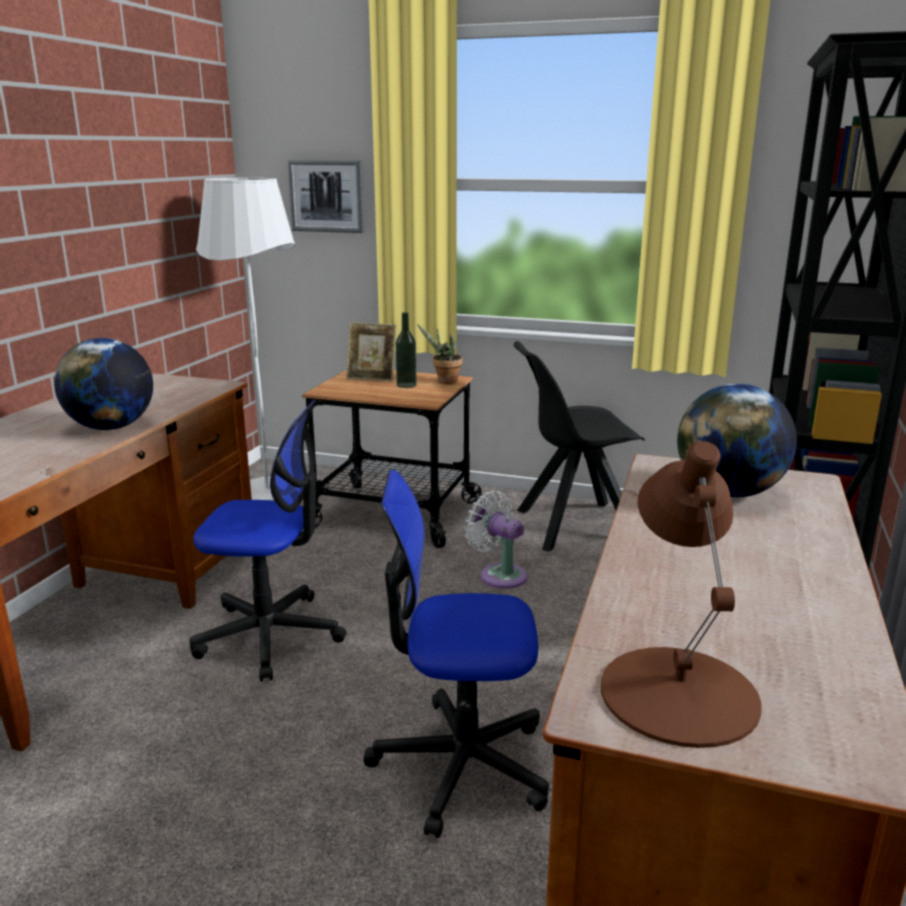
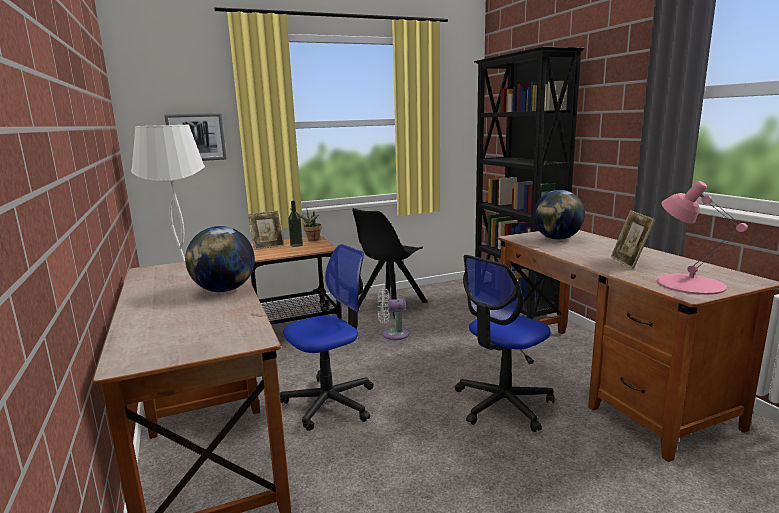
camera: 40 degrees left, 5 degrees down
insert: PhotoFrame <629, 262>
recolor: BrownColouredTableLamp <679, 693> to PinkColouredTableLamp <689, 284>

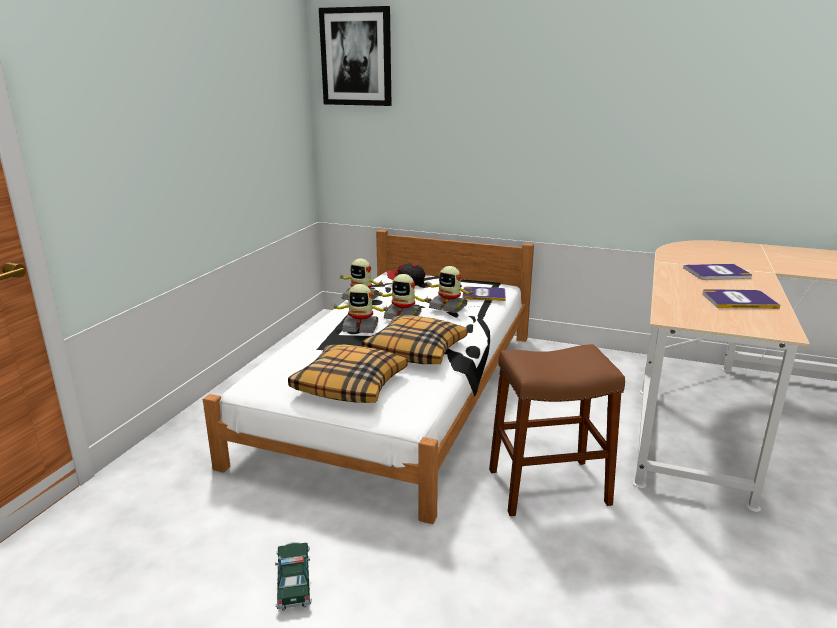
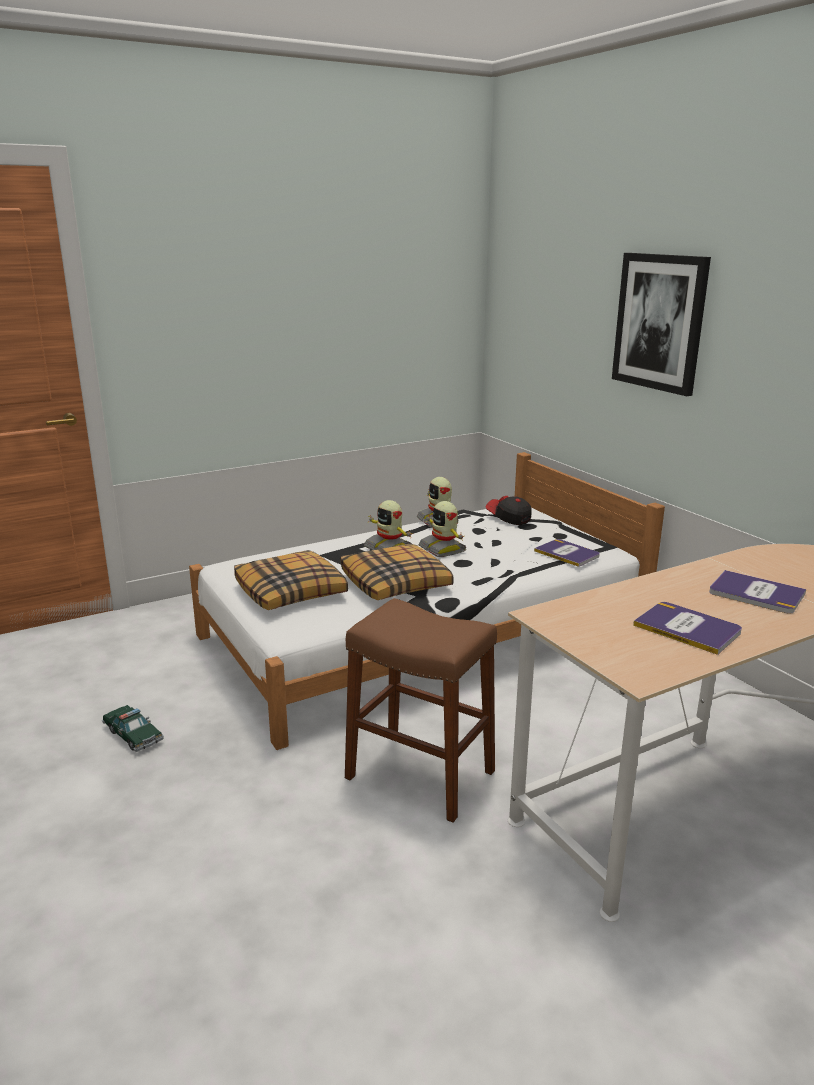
camera: 40 degrees right, 0 degrees up
delete: ModelRobot <448, 307>
move: Picture <356, 57> to <660, 322>
rotate: ModelCar <294, 581> = <133, 735> 105 degrees clockwise

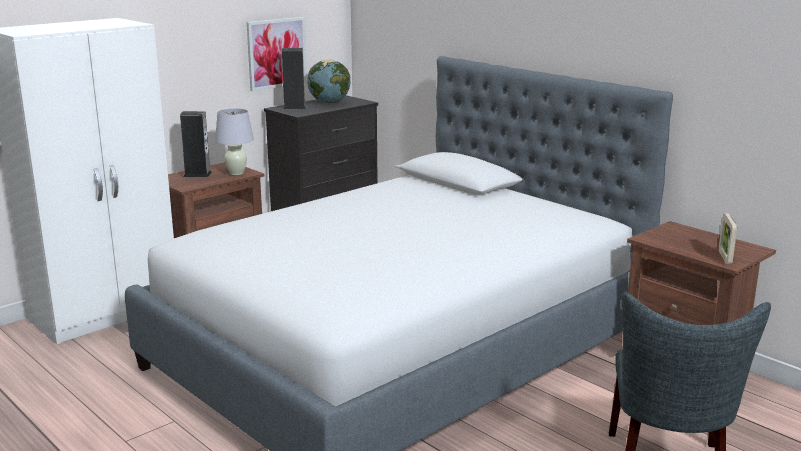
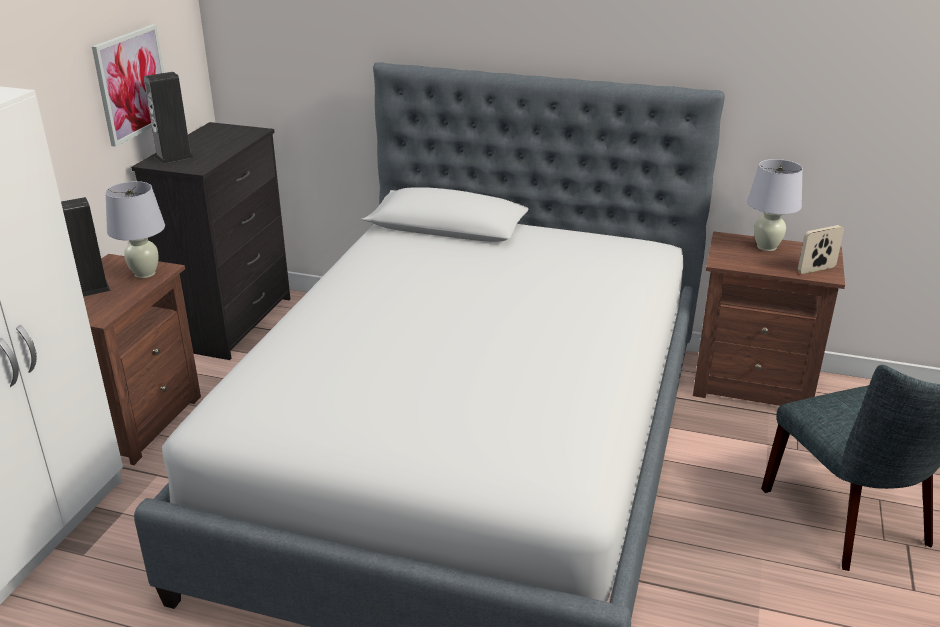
camera: 30 degrees left, 10 degrees up
delete: DeskGlobe <329, 102>
insert: WhiteTableLamp <766, 247>
rotate: PhotoFrame <725, 258> = <816, 269> 90 degrees clockwise

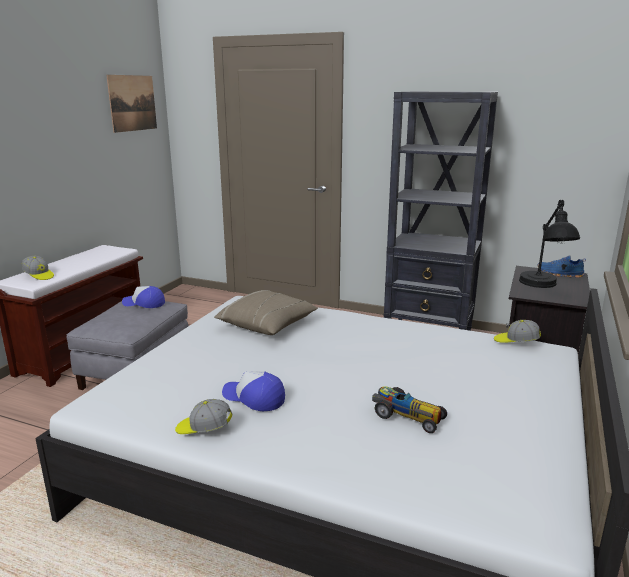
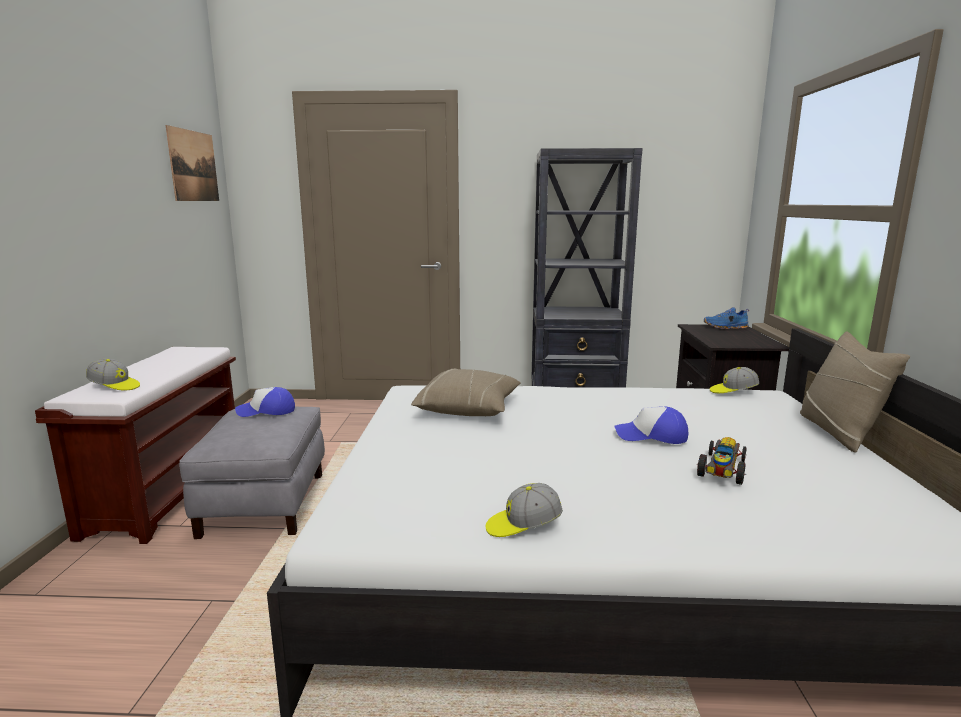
camera: 20 degrees left, 5 degrees down
delete: BlackColouredTableLamp <543, 287>
insert: BeigeCushion <839, 432>
move: BaseballCap <254, 398> to <651, 436>
rotate: ModelCar <406, 416> = <722, 470> 75 degrees counterclockwise

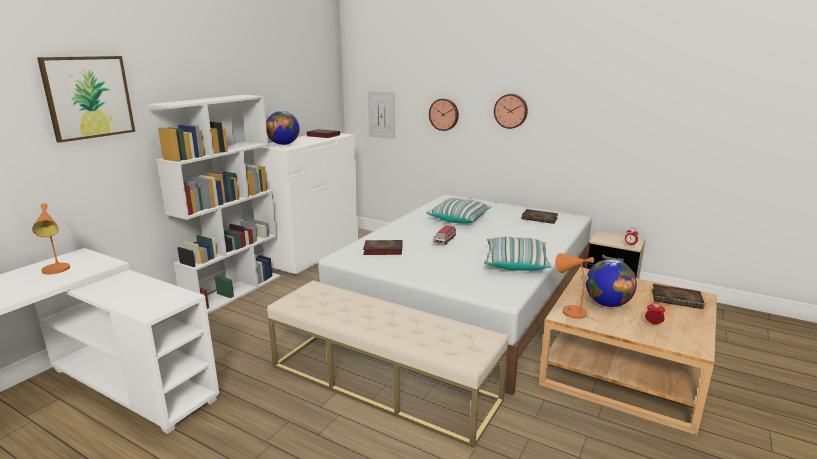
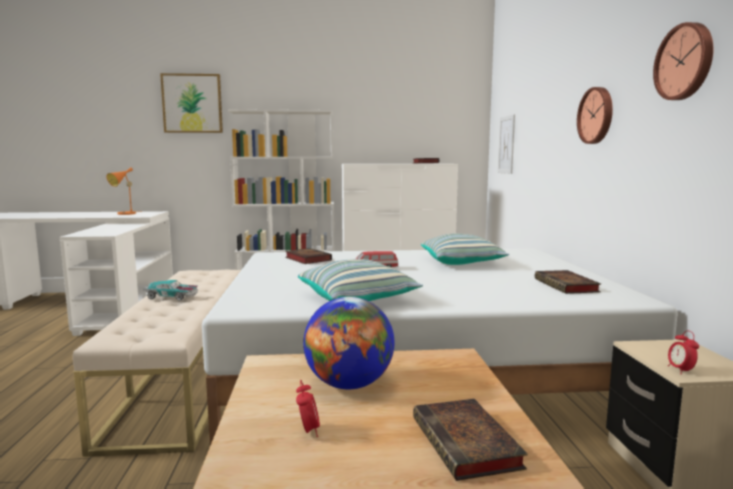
camera: 55 degrees right, 10 degrees down
delete: DeskGlobe <283, 144>; OrangeyTableLamp <570, 311>
insert: ModelCar <172, 297>
move: ClockOnTheWall <444, 114> to <685, 62>

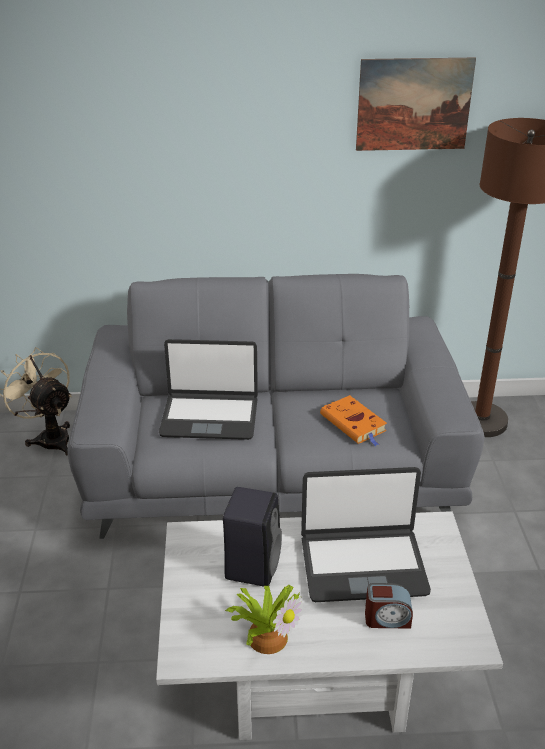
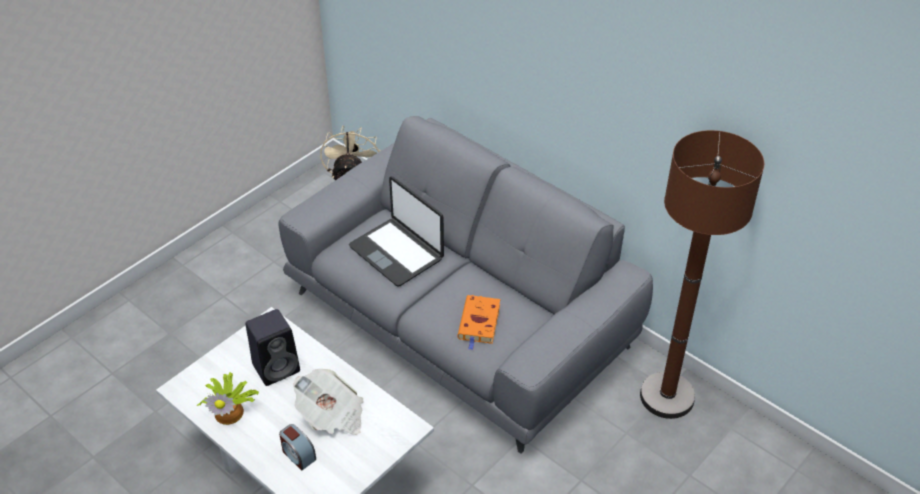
camera: 45 degrees right, 10 degrees up
delete: Picture <414, 104>
replace: NotebookComputer <363, 564> to Newspaper <332, 415>

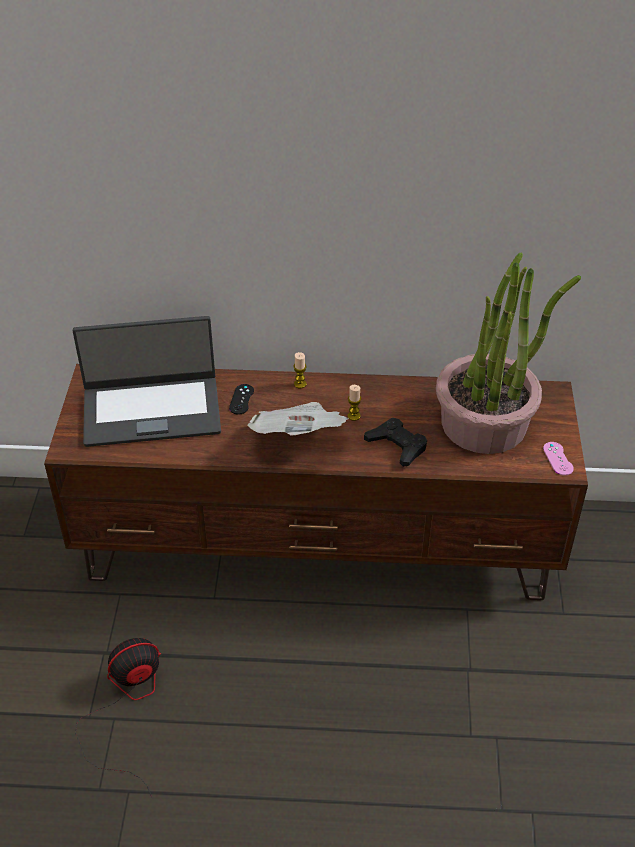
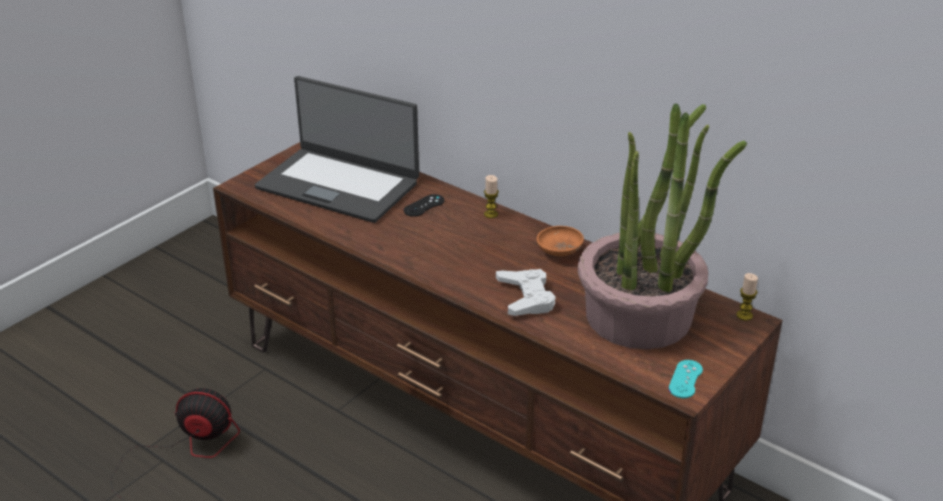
camera: 35 degrees right, 10 degrees down
delete: Newspaper <299, 438>
insert: OrangeyServingBowl <559, 252>
move: WaxLight <354, 416> to <744, 315>
recolor: BlackColouredGamepad <397, 445> to WhiteGamepad <526, 297>; PinkColouredGamepad <558, 458> to TurquoiseColouredGamepad <685, 379>

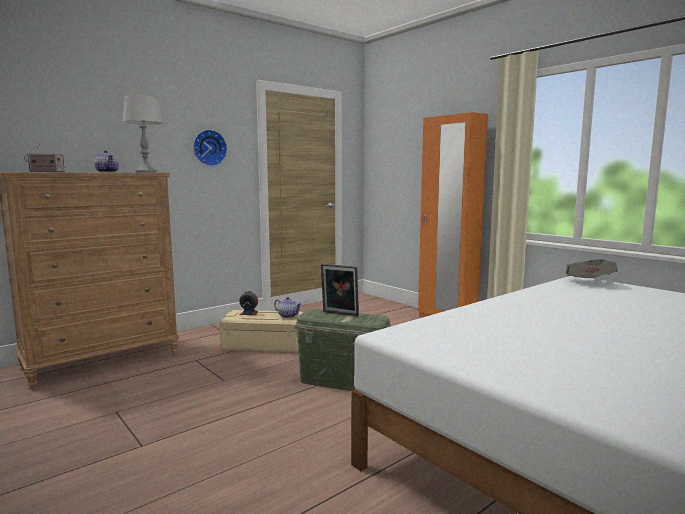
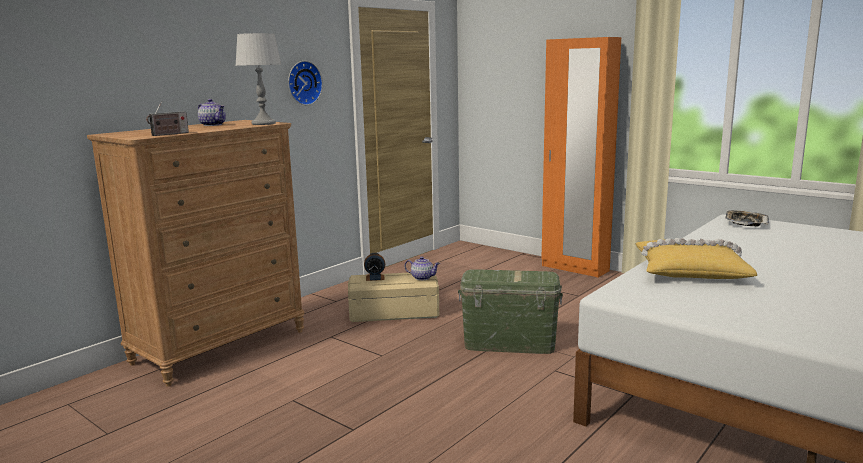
camera: 10 degrees left, 5 degrees up
delete: PhotoFrame <339, 314>
insert: YellowCushion <689, 270>
replace: Newspaper <589, 282> to CarryingTray <745, 222>

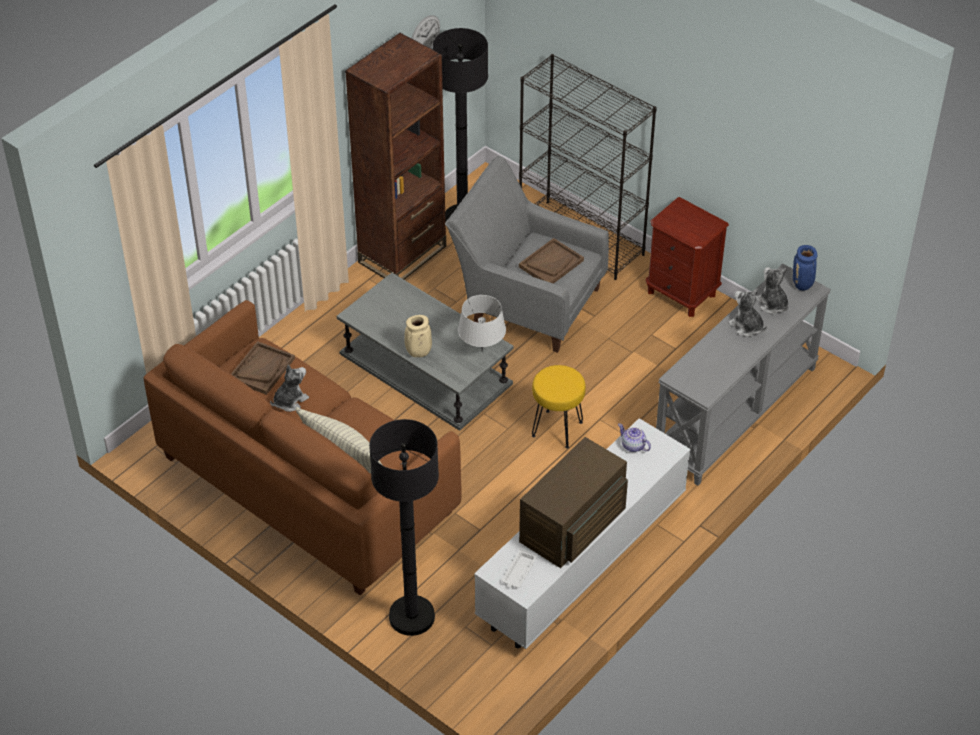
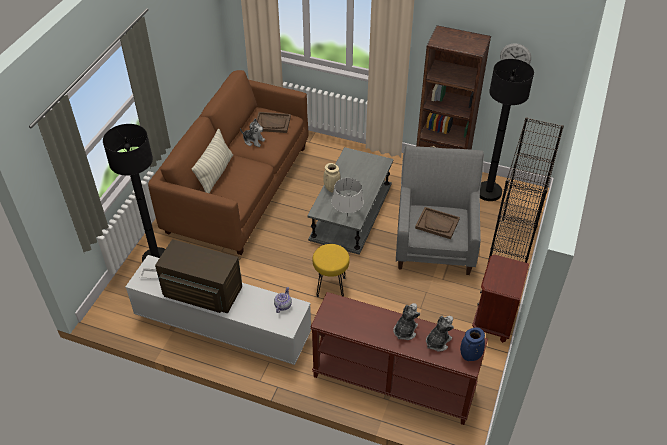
camera: 70 degrees right, 0 degrees up
recolor: GreyConsoleTable <736, 413> to BrownColouredConsoleTable <392, 384>

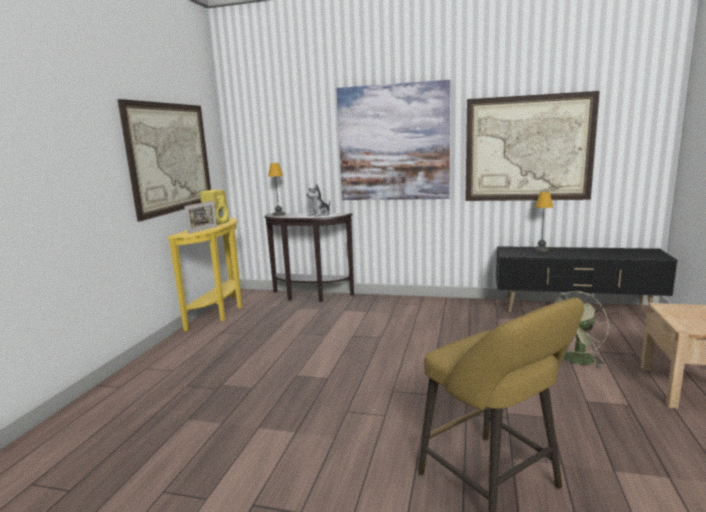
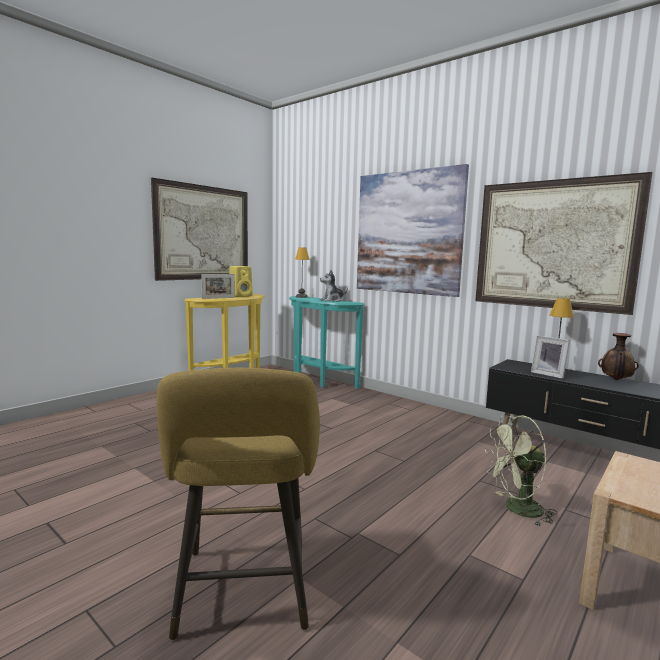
camera: 25 degrees right, 5 degrees down
insert: PhotoFrame <549, 374>; DecorativeVase <616, 379>
recolor: BrownColouredConsoleTable <310, 296> to TurquoiseColouredConsoleTable <318, 381>

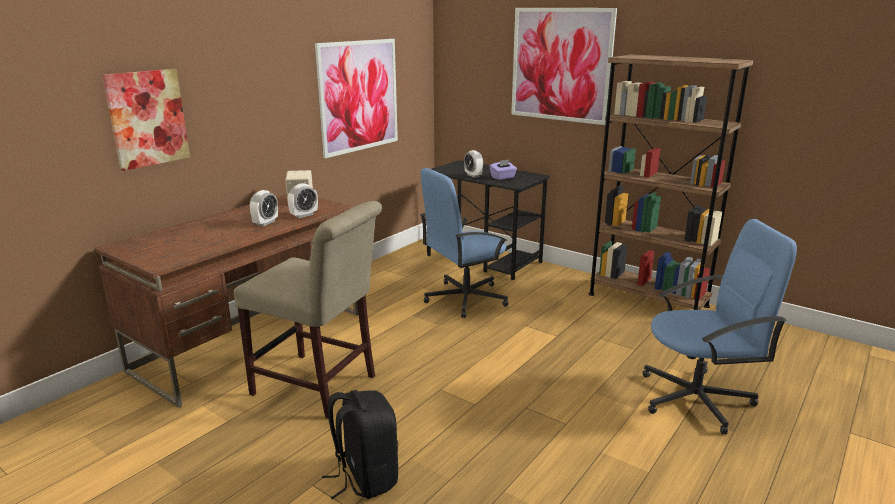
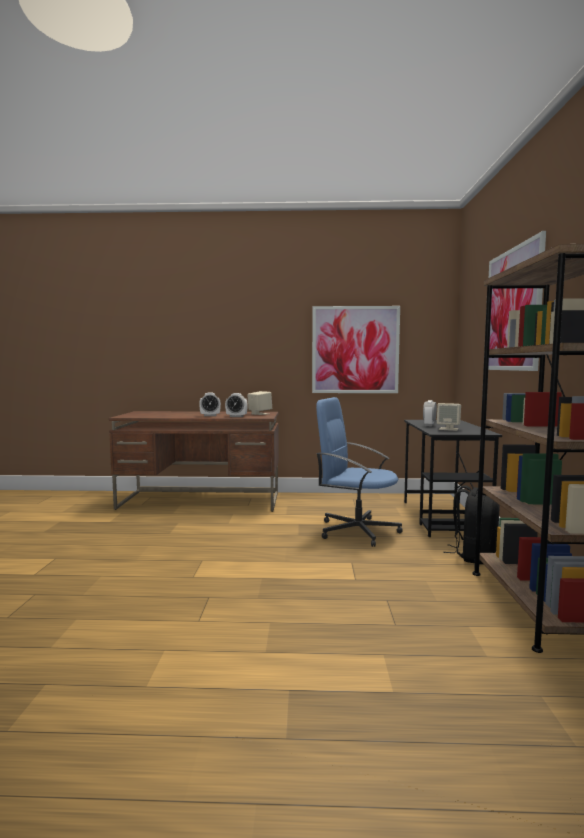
camera: 55 degrees right, 15 degrees down
delete: Picture <147, 118>; BeigeUprightChair <319, 387>; BlueColouredComputerChair <697, 399>
move: BlackColouredBackpack <365, 477> to <474, 556>
replace: PurplishTissueBox <503, 177> to BeigeSpeaker <448, 429>

